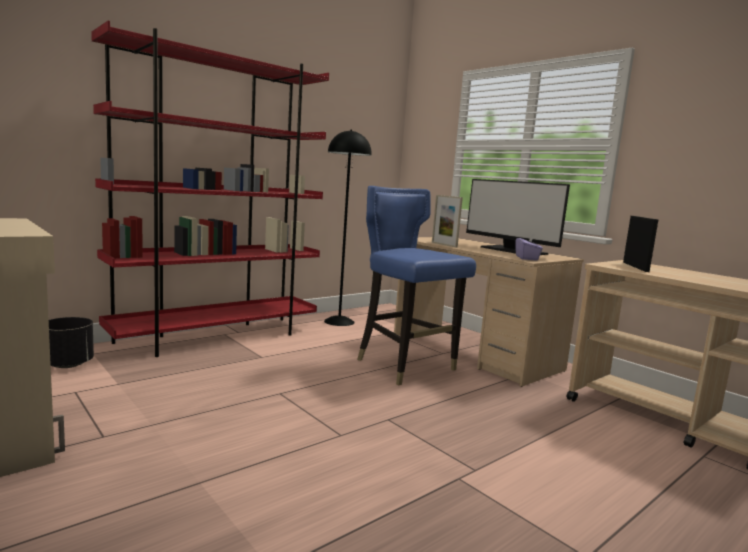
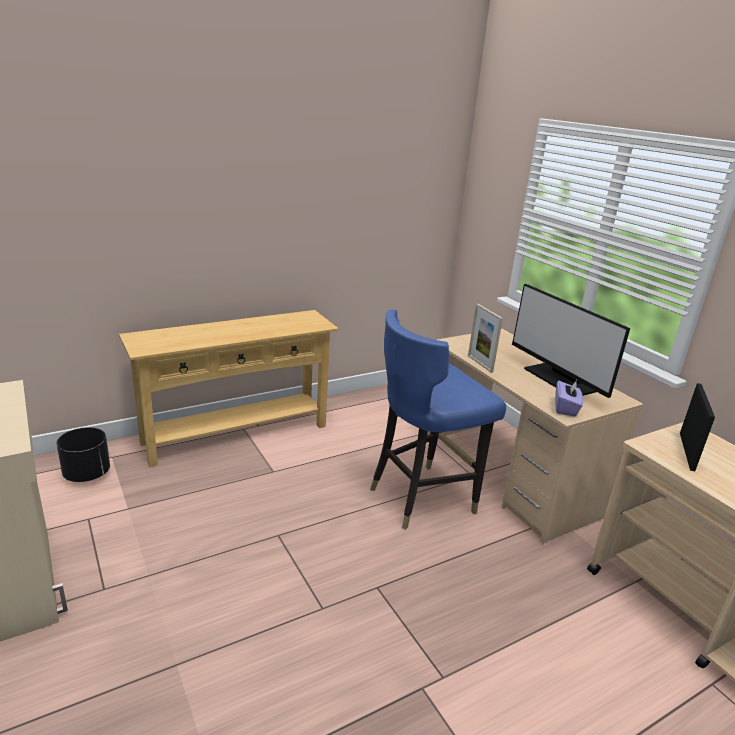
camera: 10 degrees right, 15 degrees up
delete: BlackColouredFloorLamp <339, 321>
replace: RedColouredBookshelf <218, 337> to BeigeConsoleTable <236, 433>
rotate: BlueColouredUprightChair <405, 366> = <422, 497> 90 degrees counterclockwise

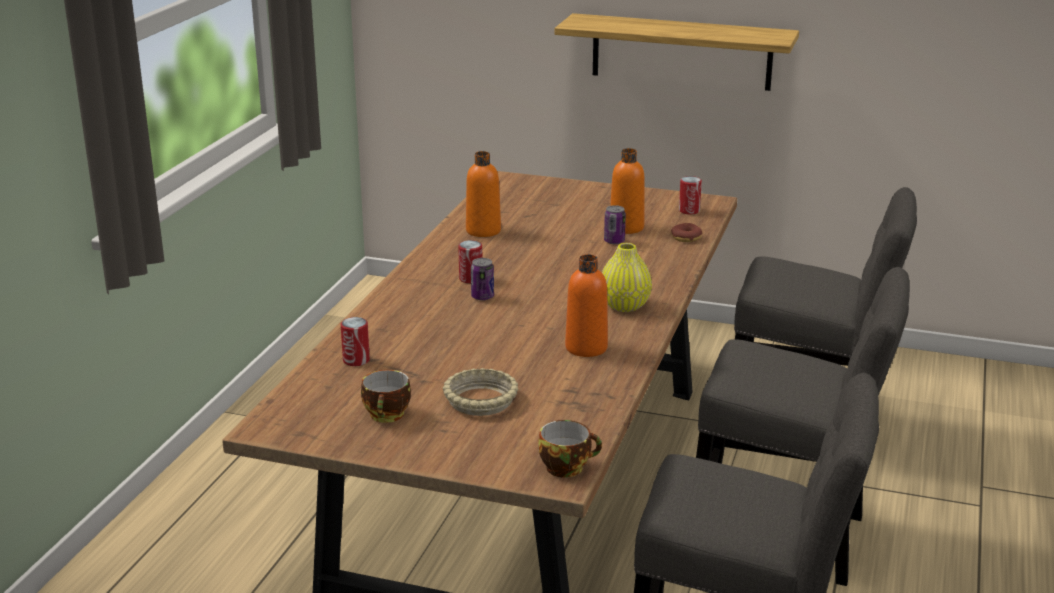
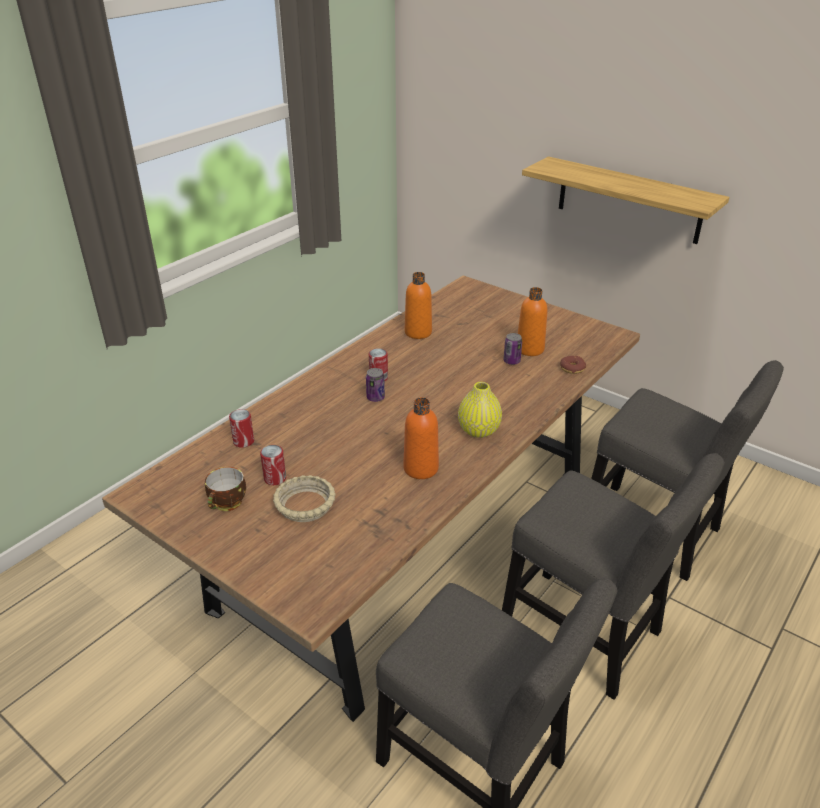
camera: 20 degrees right, 10 degrees up
delete: DrinkingCup <567, 467>
move: MetalCan <689, 211> to <275, 478>

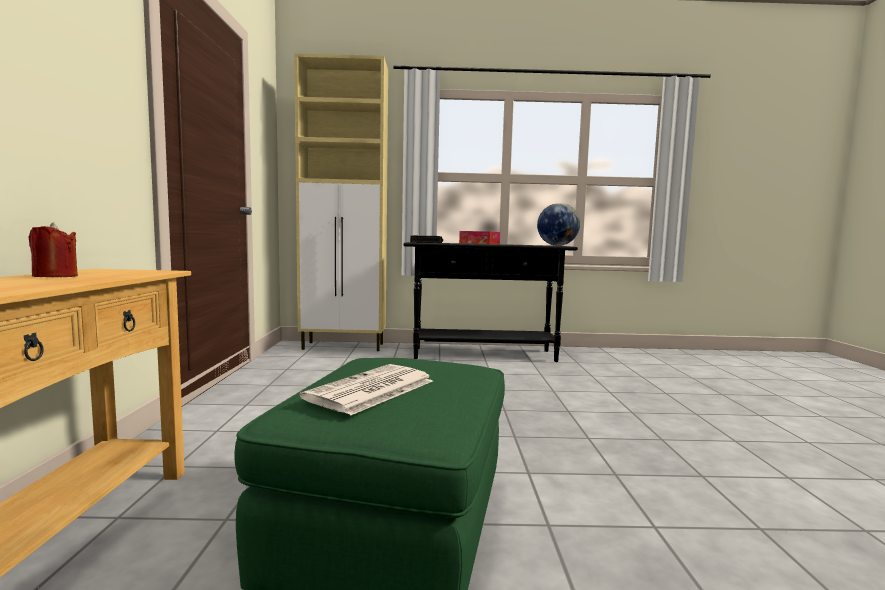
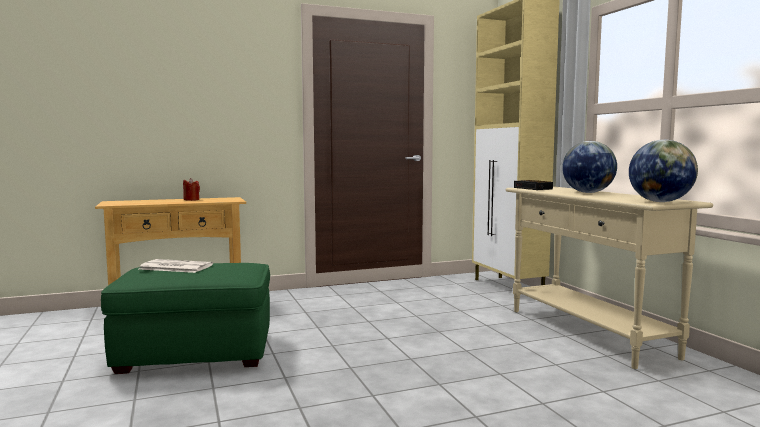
camera: 70 degrees right, 0 degrees up
replace: TissueBox <479, 243> to DeskGlobe <587, 192>
recolor: BlackColouredConsoleTable <484, 355> to BeigeConsoleTable <588, 333>

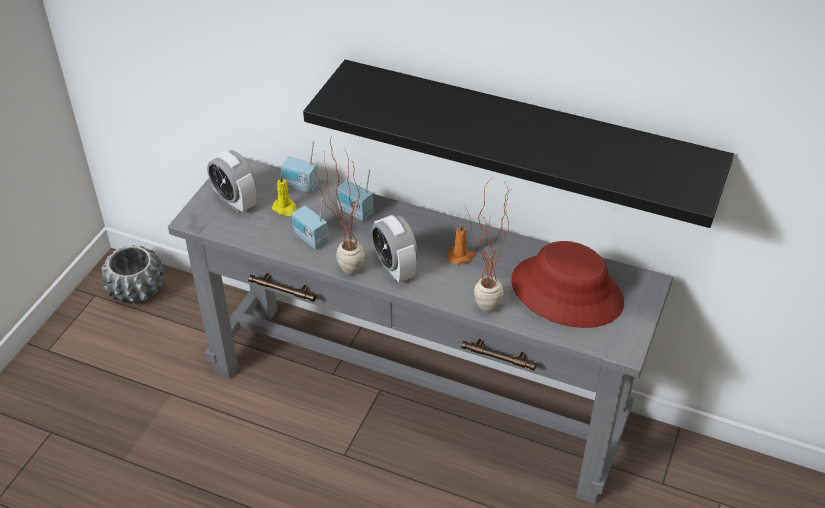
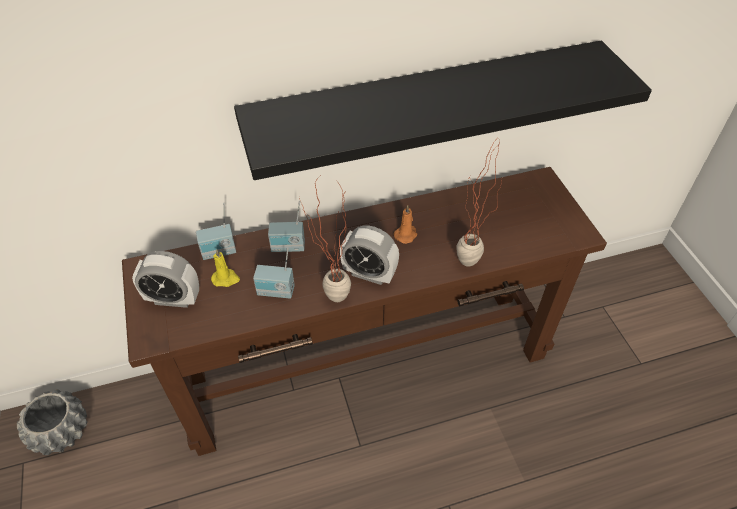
camera: 40 degrees left, 5 degrees up
delete: RedColouredClothingHat <567, 292>
recolor: GreyConsoleTable <415, 397> to BrownColouredConsoleTable <367, 366>

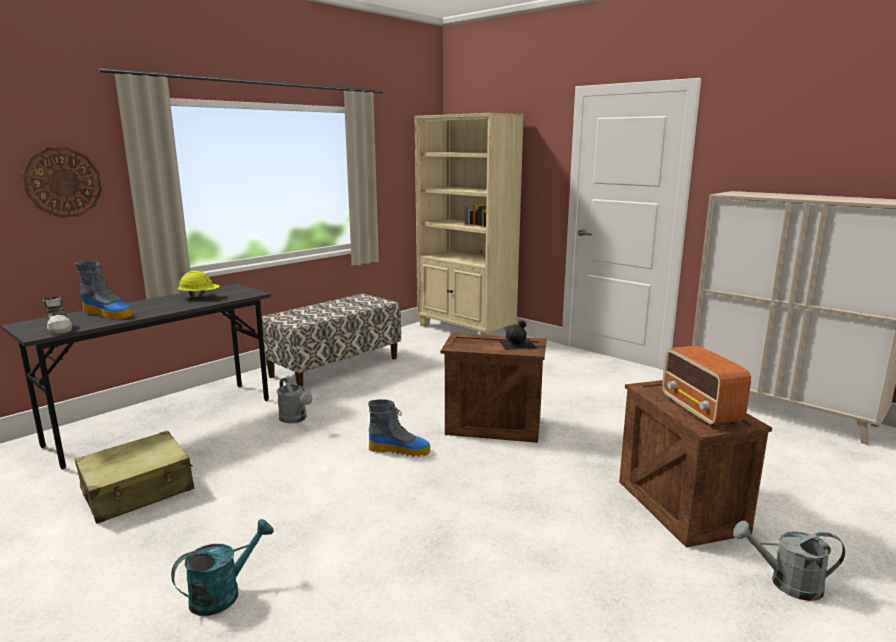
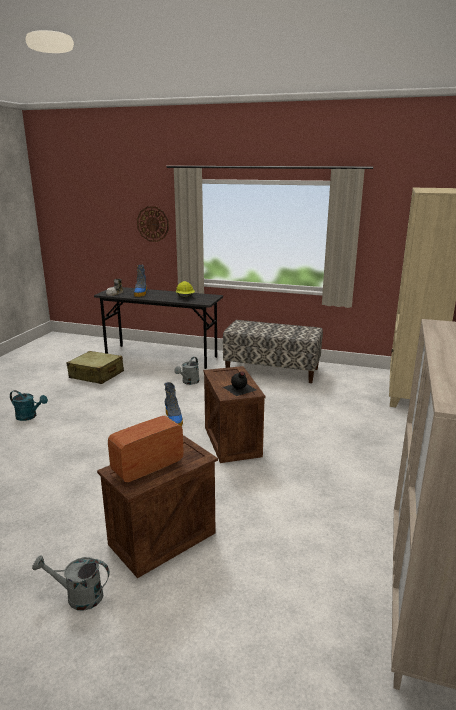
camera: 65 degrees right, 5 degrees up
rotate: GreySprinklingCan <786, 583> = <78, 596> 75 degrees counterclockwise

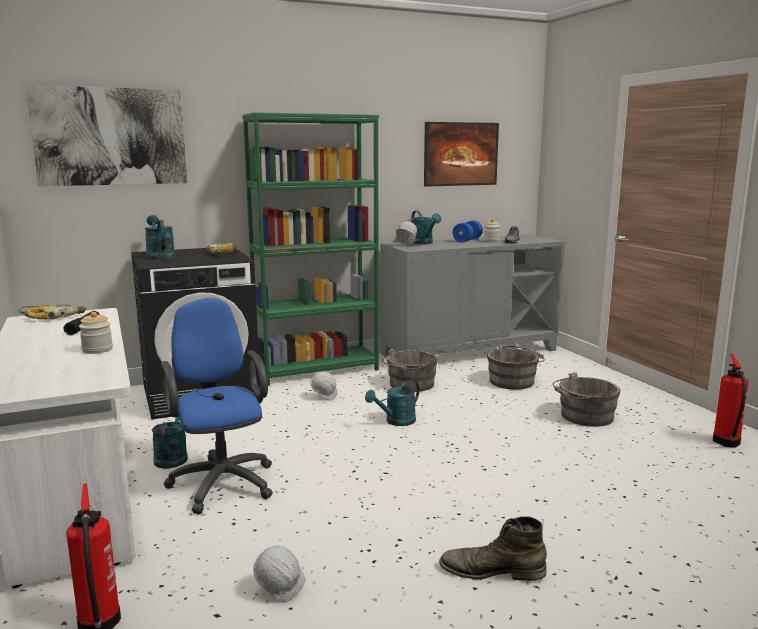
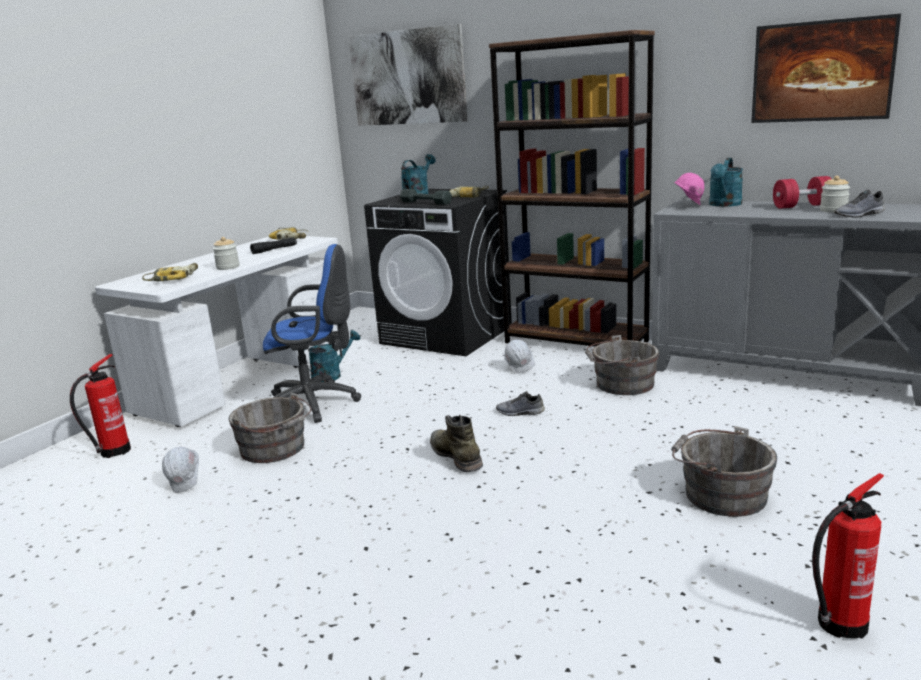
camera: 55 degrees right, 5 degrees up
insert: ElectricDrill <173, 278>; GreyHandWeight <425, 203>
move: GreenishHighTopBoot <492, 570> to <455, 456>; GreyBucket <514, 381> to <275, 449>
replace: TurquoiseColouredSprinklingCan <396, 422> to GreyShoe <520, 412>
recolor: GreenishBookshelf <317, 370> to BrownColouredBookshelf <576, 342>; WhiteSafetyHelmet <405, 245> to PinkColouredSafetyHelmet <687, 206>; BlueColouredHandWeight <467, 240> to RedColouredHandWeight <802, 206>
rotate: BlueColouredComputerChair <222, 481> = <315, 403> 60 degrees clockwise

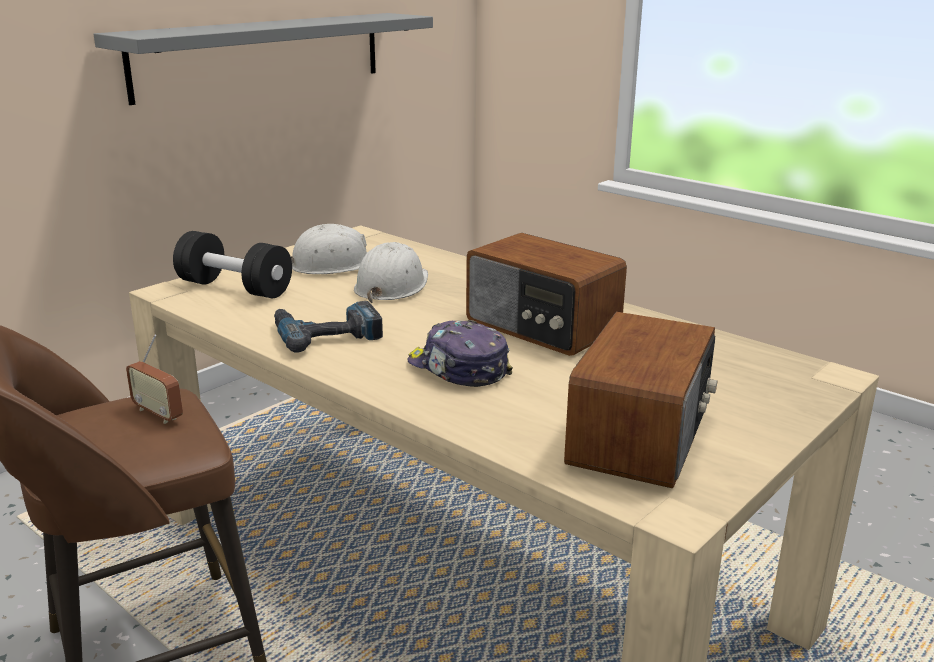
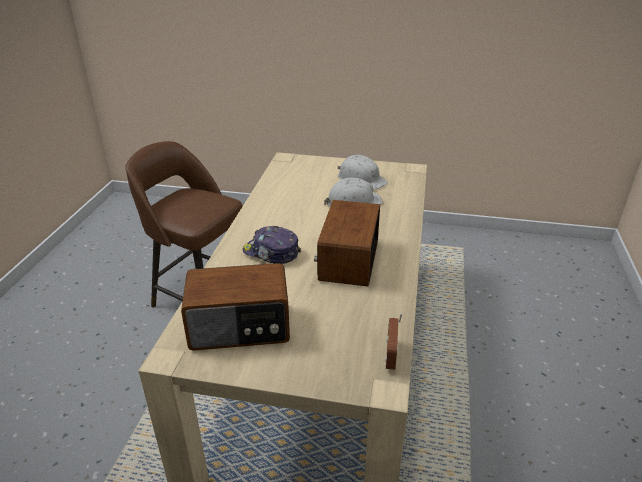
camera: 60 degrees right, 10 degrees up
delete: GreyBracketShelf <263, 54>; BlackColouredHandWeight <235, 288>; ElectricDrill <326, 334>
move: Radio <158, 414> to <391, 356>
rotate: BaseballCap <458, 369> = <271, 253> 75 degrees counterclockwise

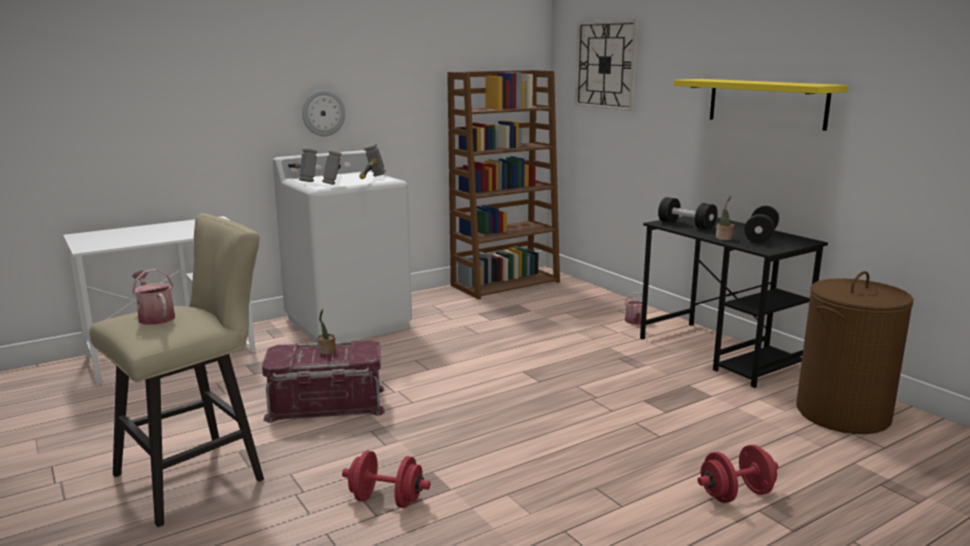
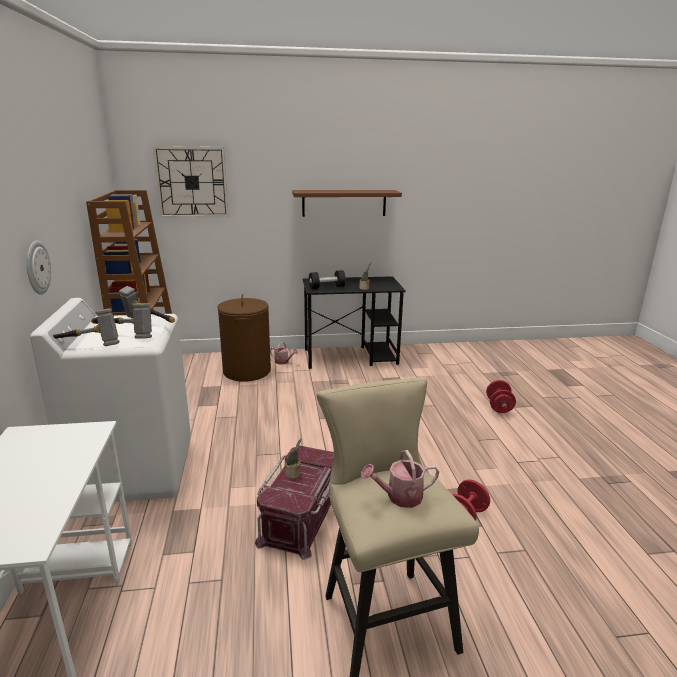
camera: 65 degrees left, 5 degrees up
delete: BlackColouredHandWeight <760, 237>
move: BrownColouredHamper <842, 413> to <246, 371>
recolor: YellowBracketShelf <766, 103> to BrownColouredBracketShelf <344, 203>

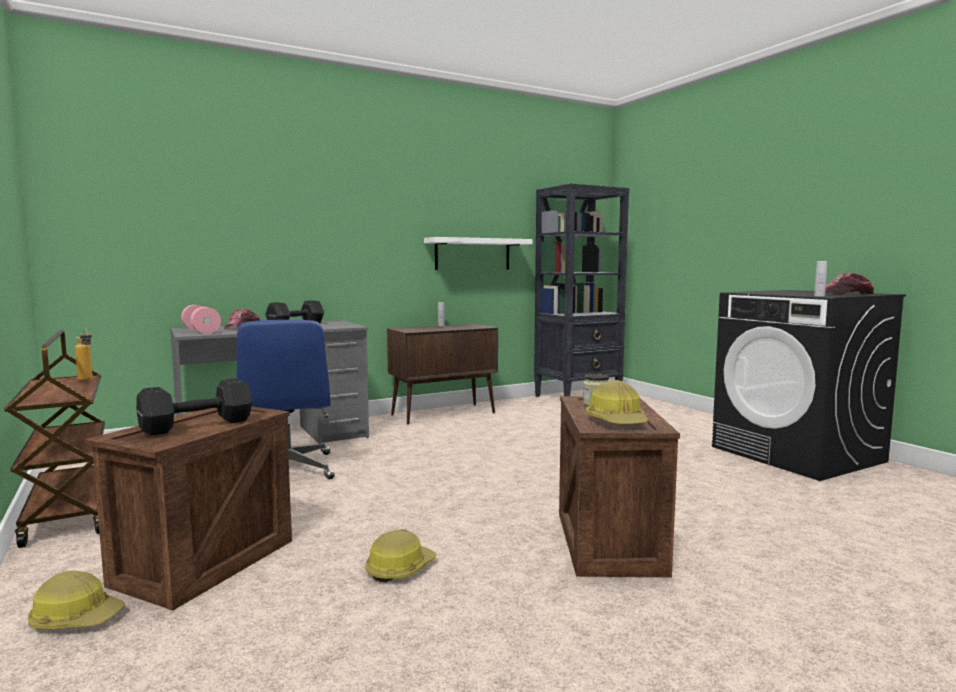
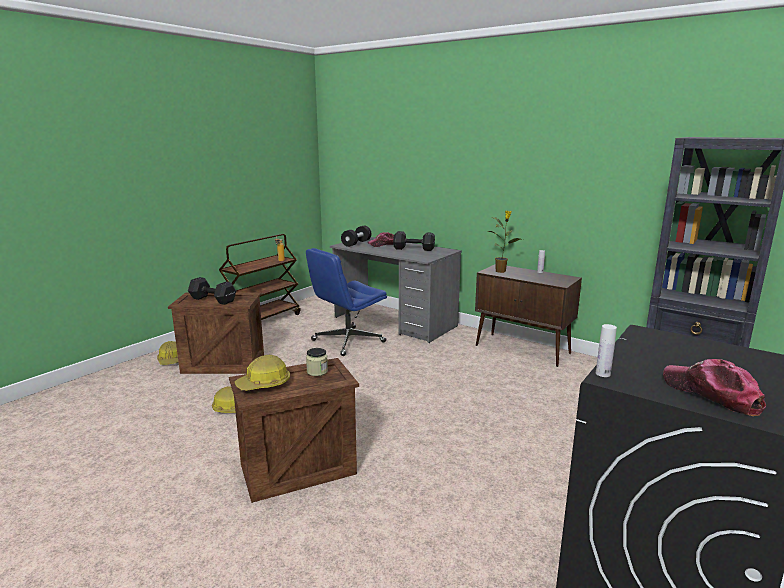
camera: 65 degrees right, 10 degrees up
delete: WhiteBracketShelf <472, 254>
insert: Houseplant <501, 271>
recolor: PinkColouredHandWeight <201, 331> to BlackColouredHandWeight <356, 243>

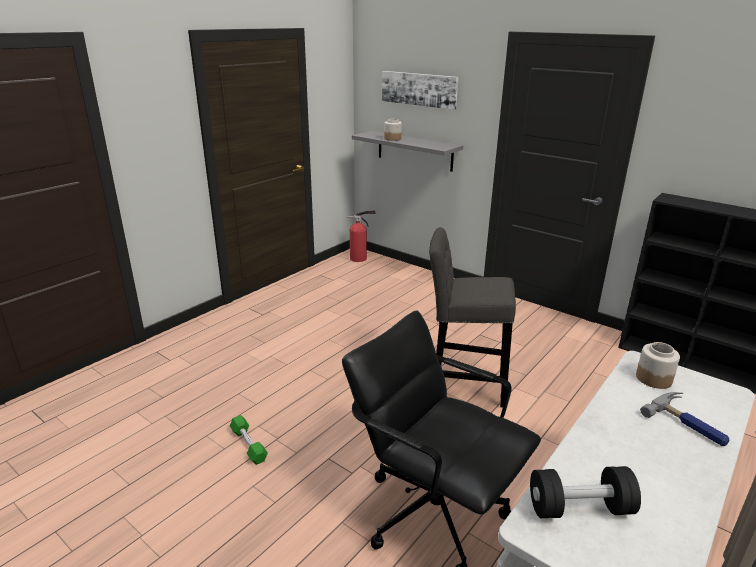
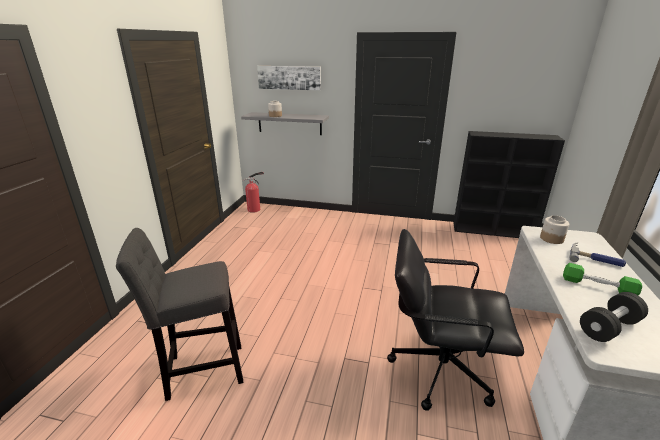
camera: 25 degrees left, 0 degrees up
move: GreenishHandWeight <248, 445> to <597, 286>; GreyStoolSeat <462, 386> to <201, 371>

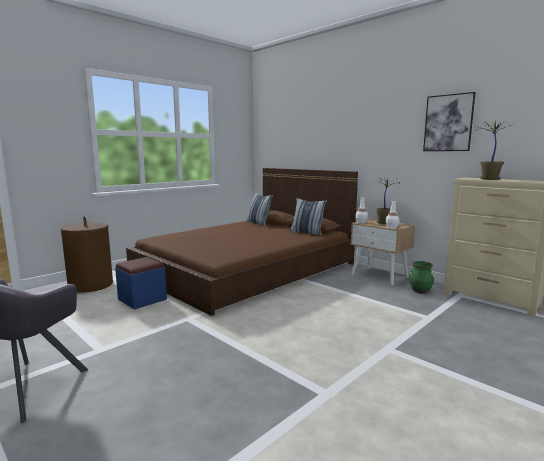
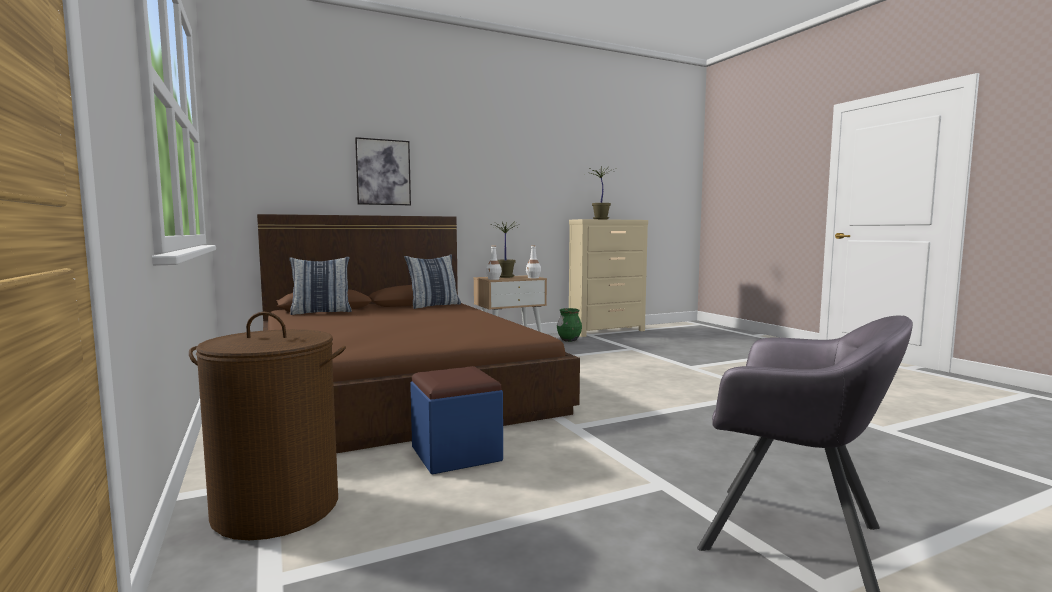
camera: 70 degrees left, 5 degrees down
move: Picture <448, 123> to <383, 172>

